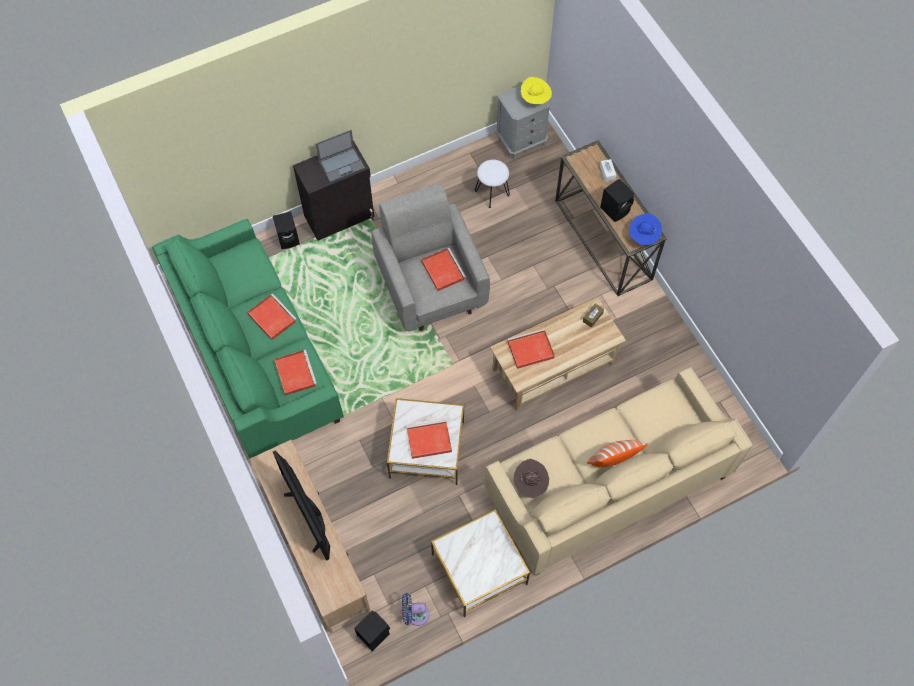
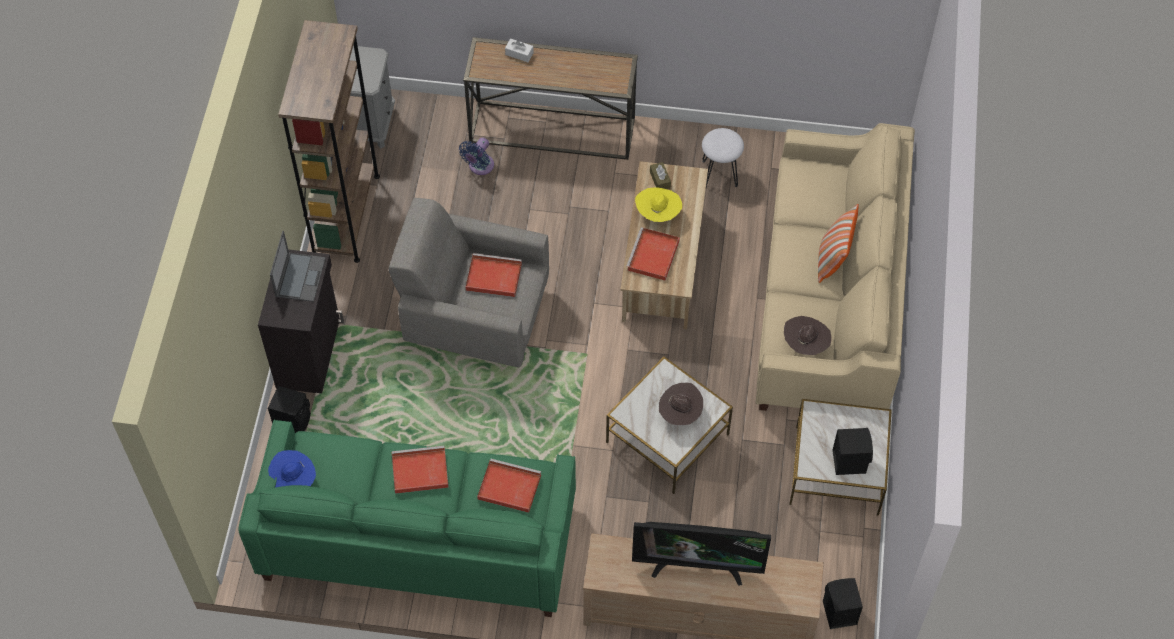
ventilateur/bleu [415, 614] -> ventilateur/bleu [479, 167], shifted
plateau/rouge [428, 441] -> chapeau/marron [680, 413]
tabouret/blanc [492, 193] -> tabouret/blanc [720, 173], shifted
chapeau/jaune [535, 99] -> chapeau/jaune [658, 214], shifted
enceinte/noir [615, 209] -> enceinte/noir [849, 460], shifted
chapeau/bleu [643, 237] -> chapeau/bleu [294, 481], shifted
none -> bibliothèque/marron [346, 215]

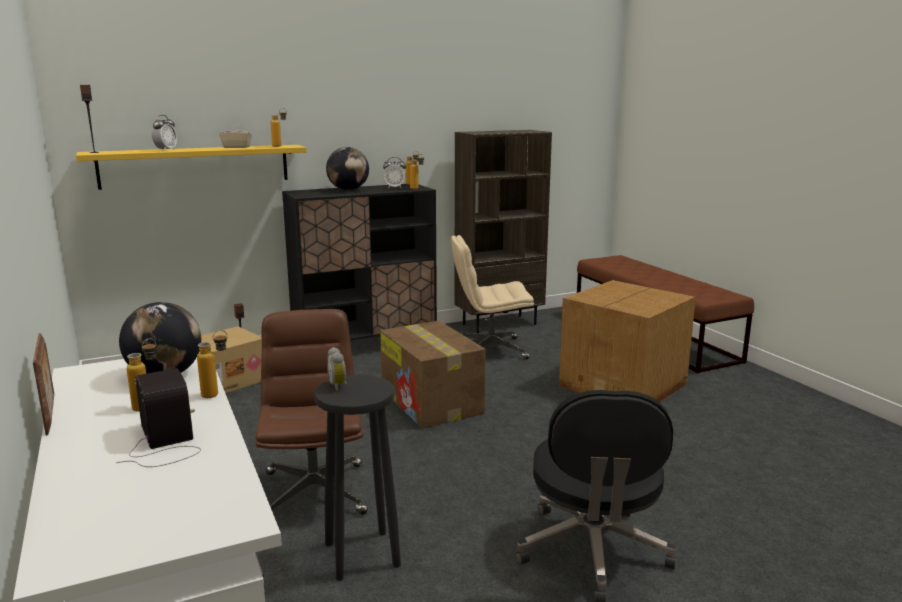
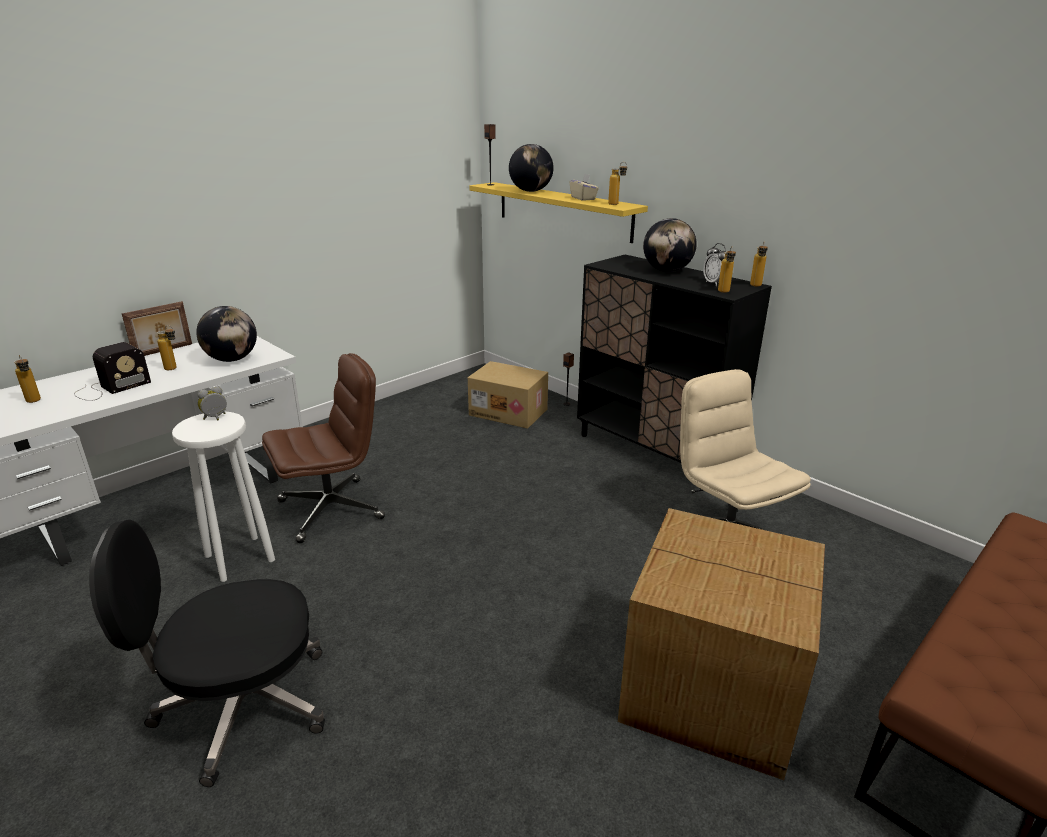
réveil [166, 150] -> globe [530, 191]
bouteille [217, 394] -> bouteille [35, 402], shifted
tabouret/noir [362, 555] -> tabouret/blanc [238, 558]
carton [432, 402] -> none
bibliothèque/marron [499, 324] -> none

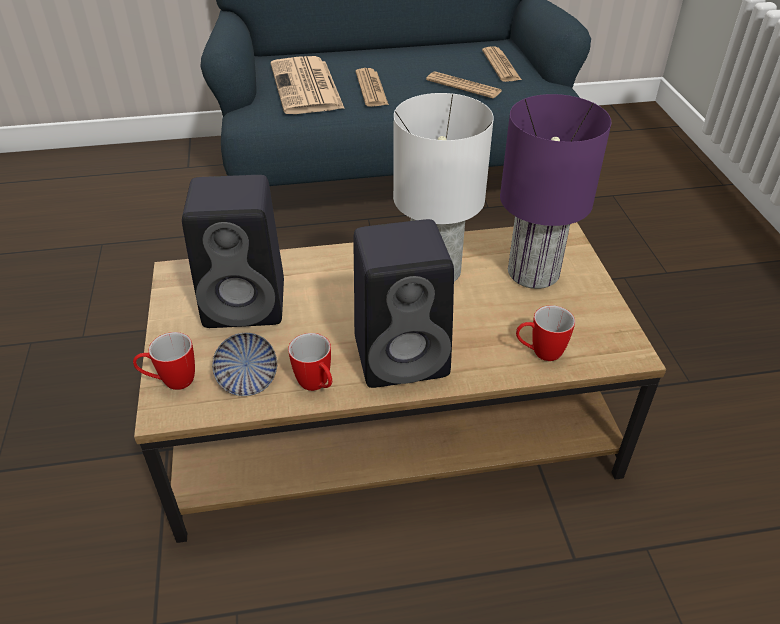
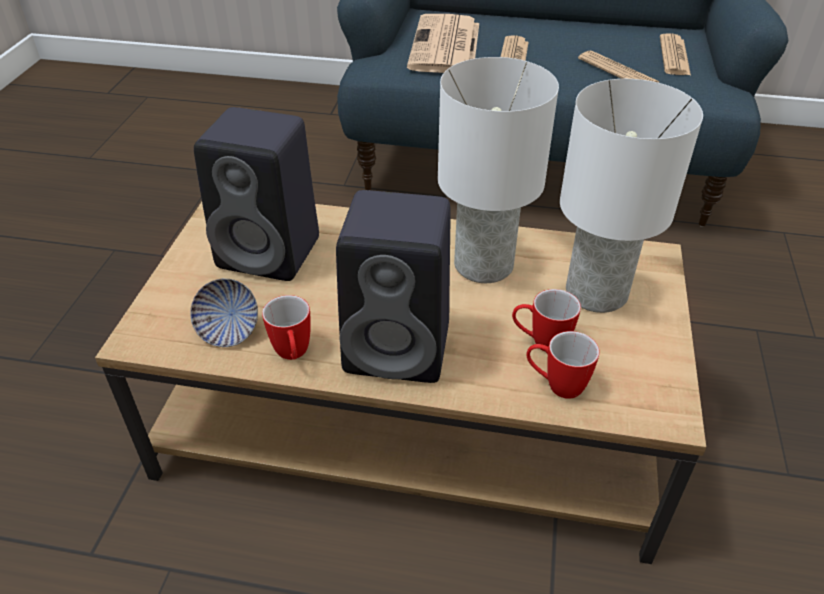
mug [171, 382] -> mug [540, 342], shifted
lampe de table/violet [531, 272] -> lampe de table/blanc [594, 292]

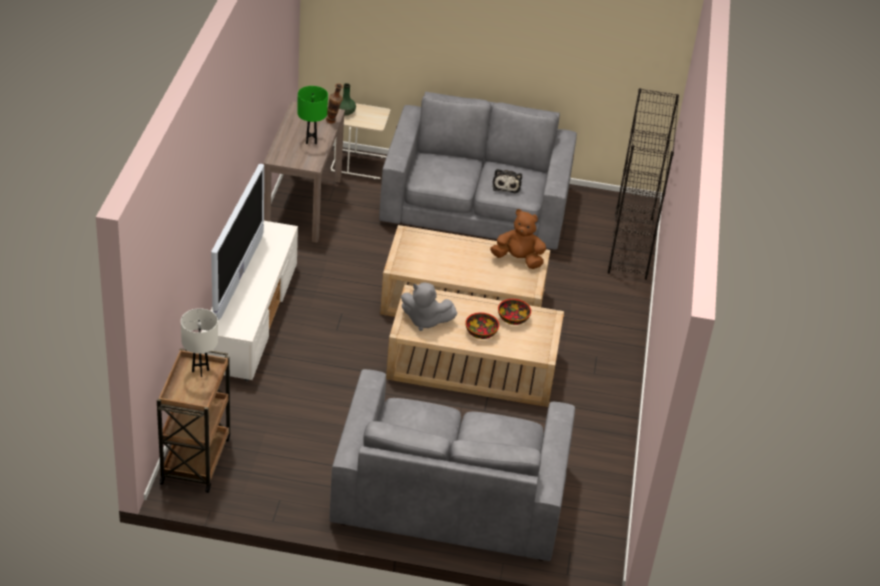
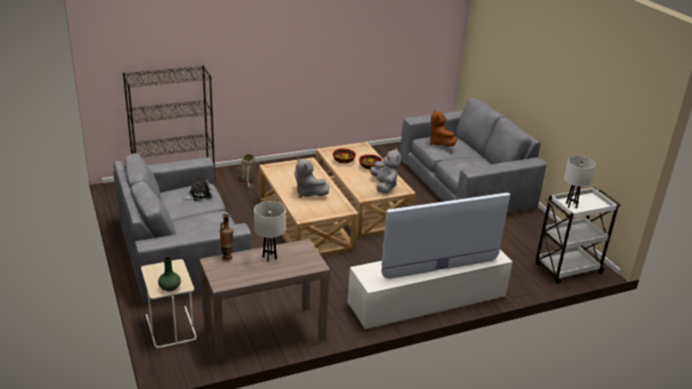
chariot/marron [196, 459] -> chariot/blanc [567, 269]
lampe de table/vert [311, 141] -> lampe de table/blanc [269, 257]
peluche/marron [518, 260] -> peluche/marron [440, 143], shifted
none -> panier [248, 179]
none -> peluche/gris [308, 193]

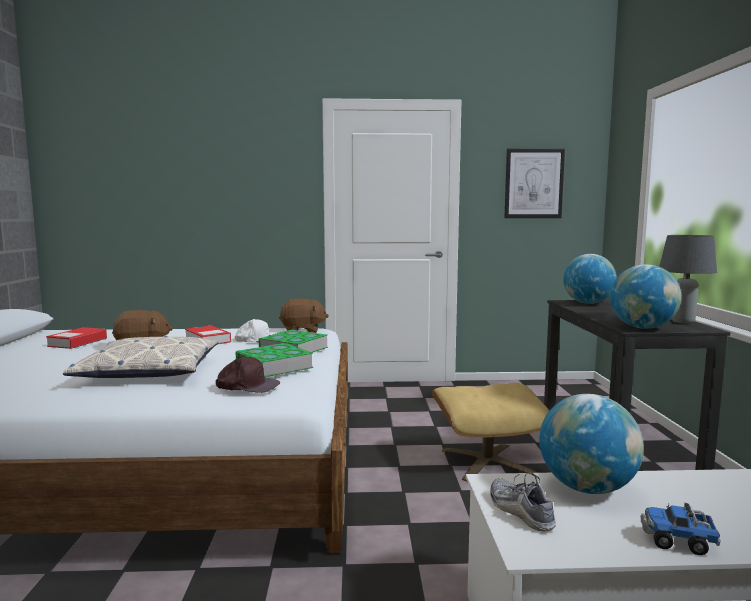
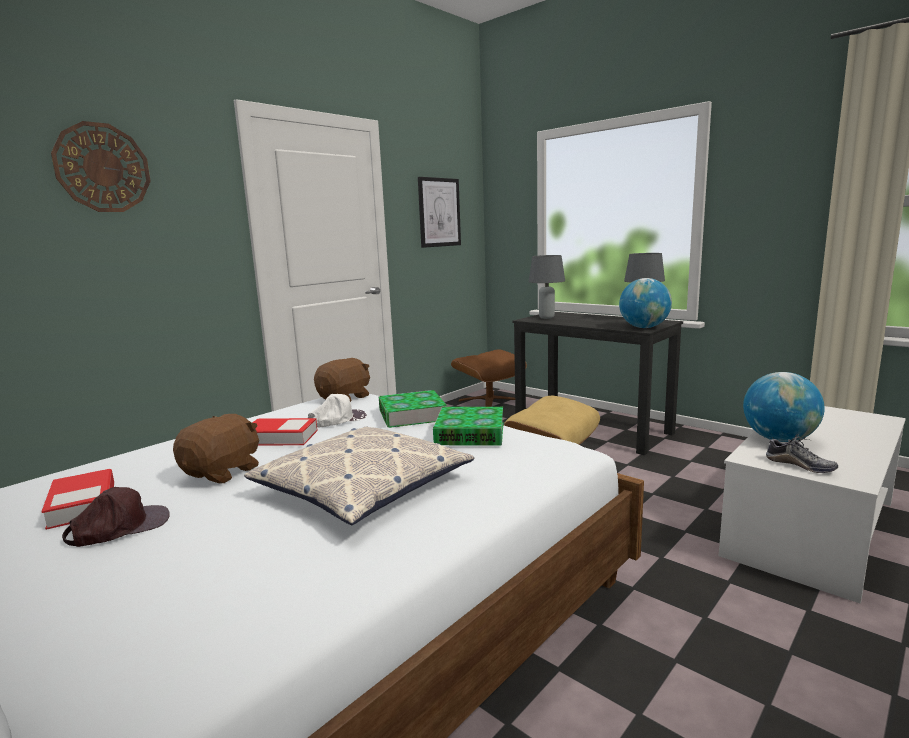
casquette/marron [247, 385] -> casquette/marron [119, 527], shifted
chaussure [520, 511] -> chaussure [800, 465], 150 degrees counterclockwise
globe [587, 303] -> lampe de table/gris [546, 318]
camion jouet [678, 542] -> none
none -> horloge murale [102, 168]
none -> pouf/marron [489, 400]

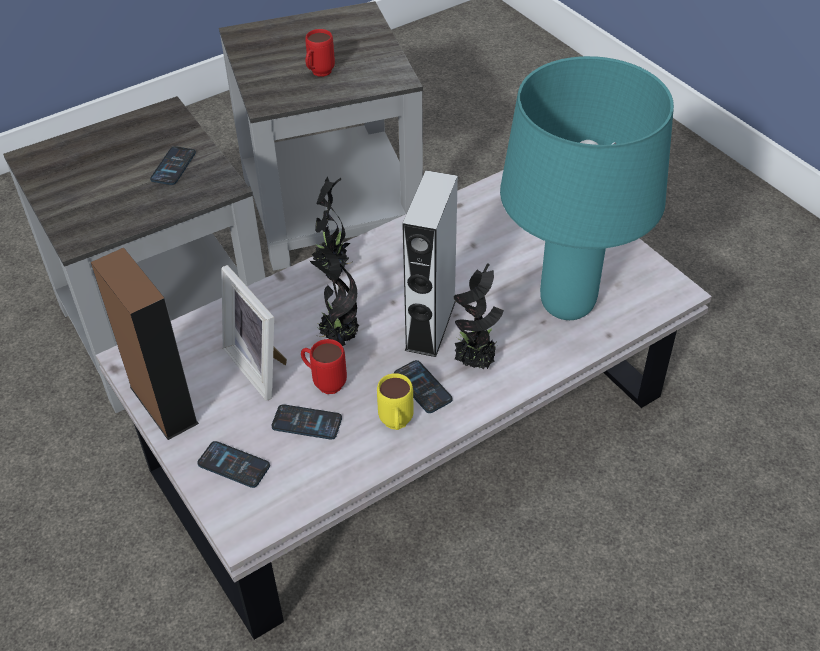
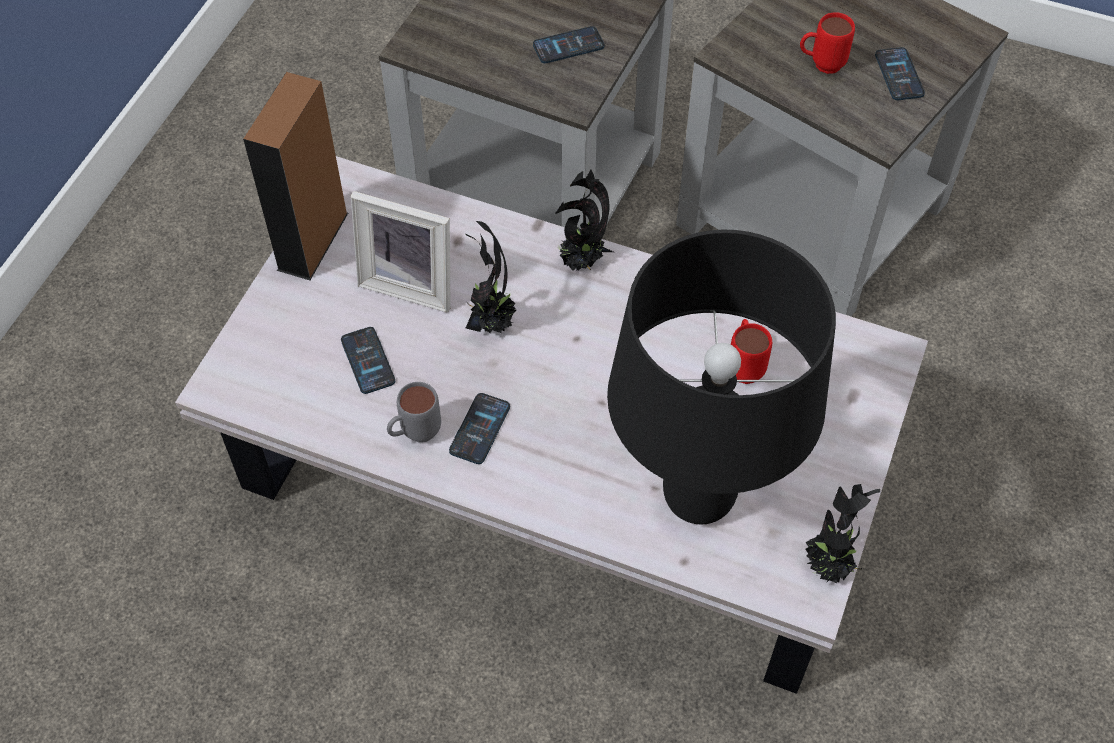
téléphone [234, 465] -> téléphone [899, 75], shifted
cadre photo [261, 365] -> cadre photo [411, 283], 90 degrees counterclockwise
mug/rouge [324, 382] -> mug/rouge [744, 365], shifted
mug/jaune [396, 426] -> mug/gris [414, 435]
enceinte/gris [430, 325] -> none
plante en pot [476, 363] -> plante en pot [829, 567], shifted
lampe de table/turquoise [567, 304] -> lampe de table/noir [700, 498]

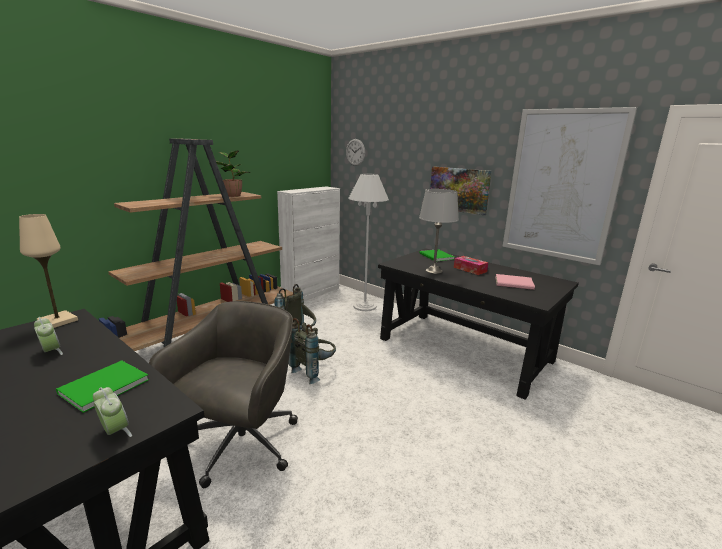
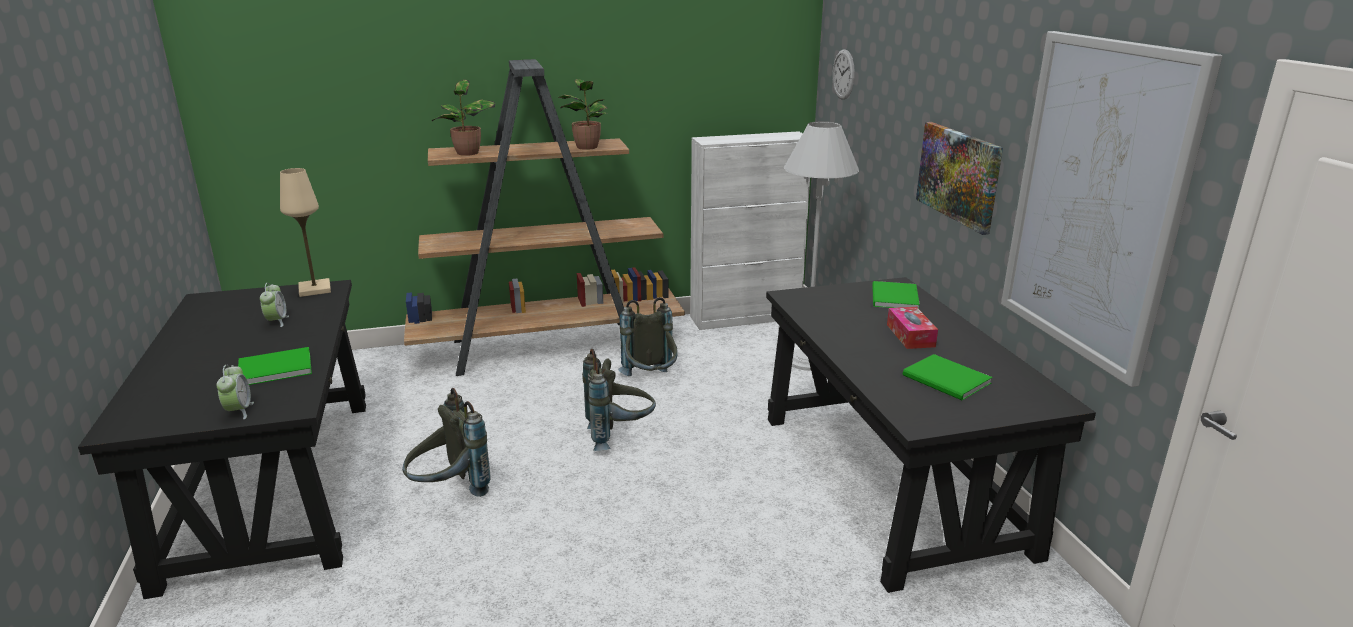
chaise de bureau/gris [240, 446] -> sac à dos/gris [449, 492]
lampe de table/gris [433, 271] -> none
livre/rose [515, 283] -> livre/vert [947, 381]
none -> plante en pot [467, 153]

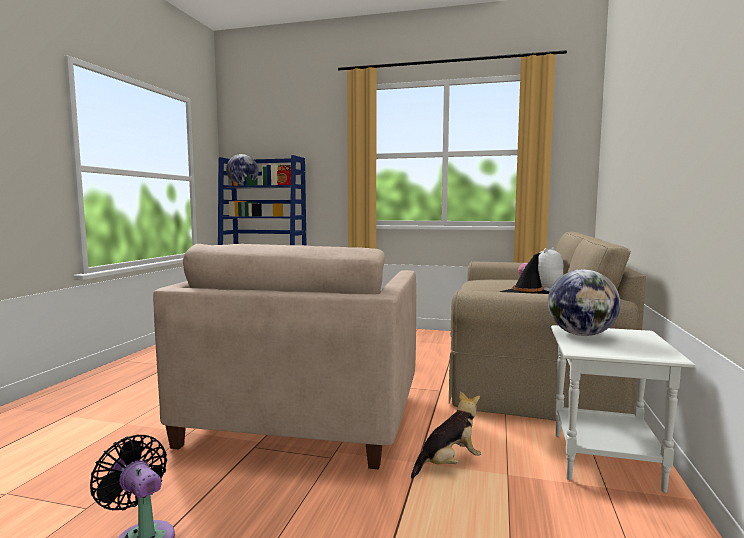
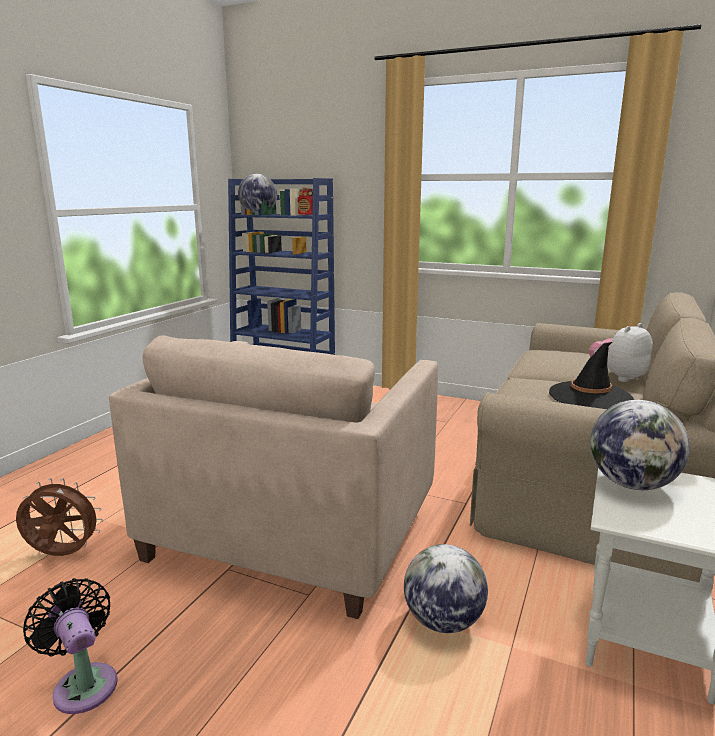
peluche [448, 464] -> globe [443, 621]
none -> ventilateur/marron [62, 555]

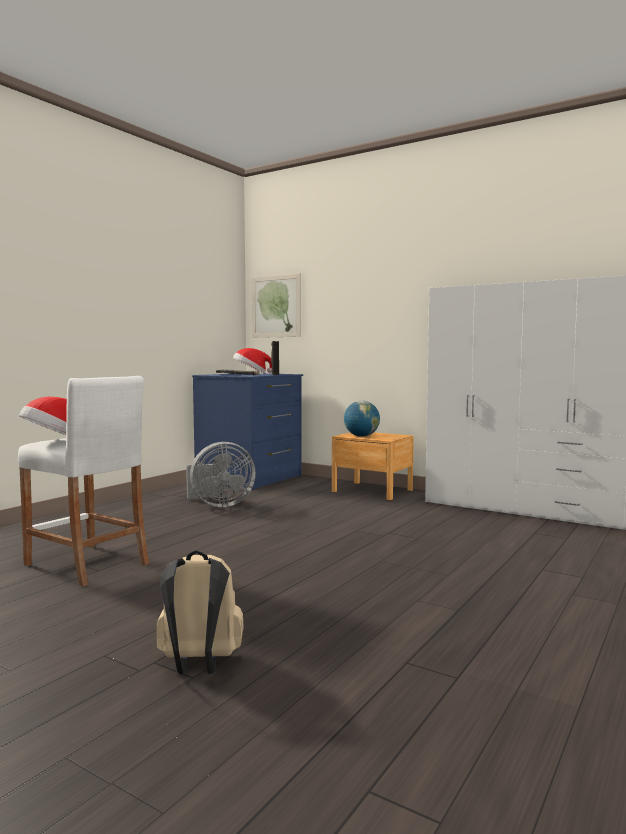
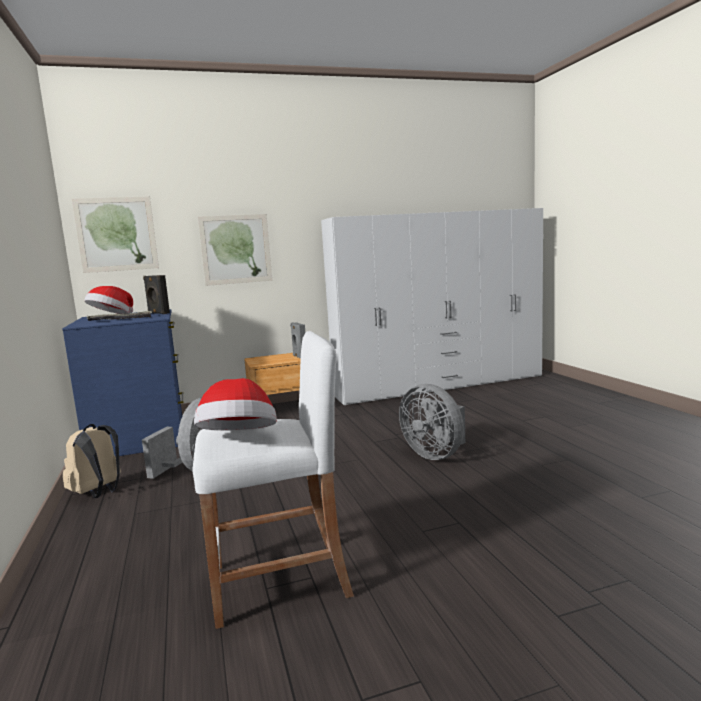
sac à dos/beige [199, 665] -> sac à dos/beige [98, 492], shifted
globe [361, 436] -> none
none -> tableau [236, 249]
none -> enceinte/gris [299, 357]
none -> ventilateur/gris [435, 454]

